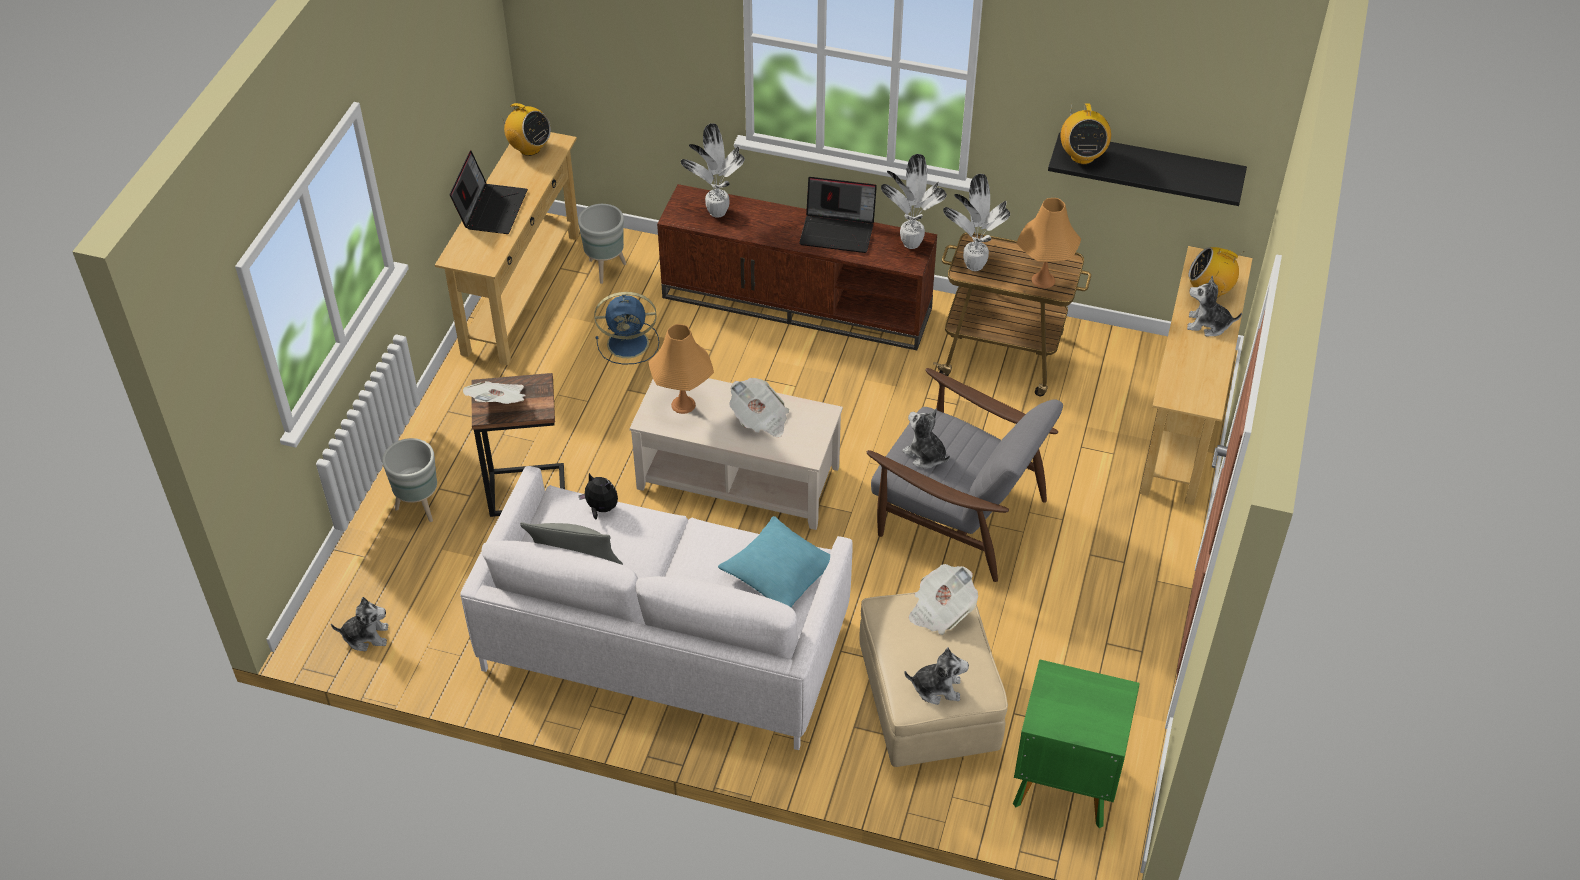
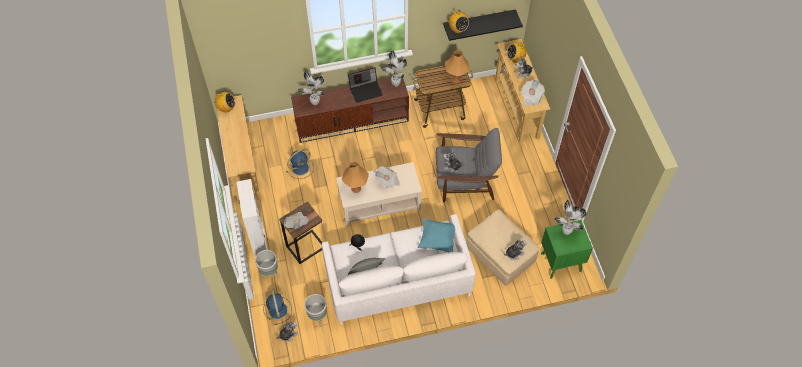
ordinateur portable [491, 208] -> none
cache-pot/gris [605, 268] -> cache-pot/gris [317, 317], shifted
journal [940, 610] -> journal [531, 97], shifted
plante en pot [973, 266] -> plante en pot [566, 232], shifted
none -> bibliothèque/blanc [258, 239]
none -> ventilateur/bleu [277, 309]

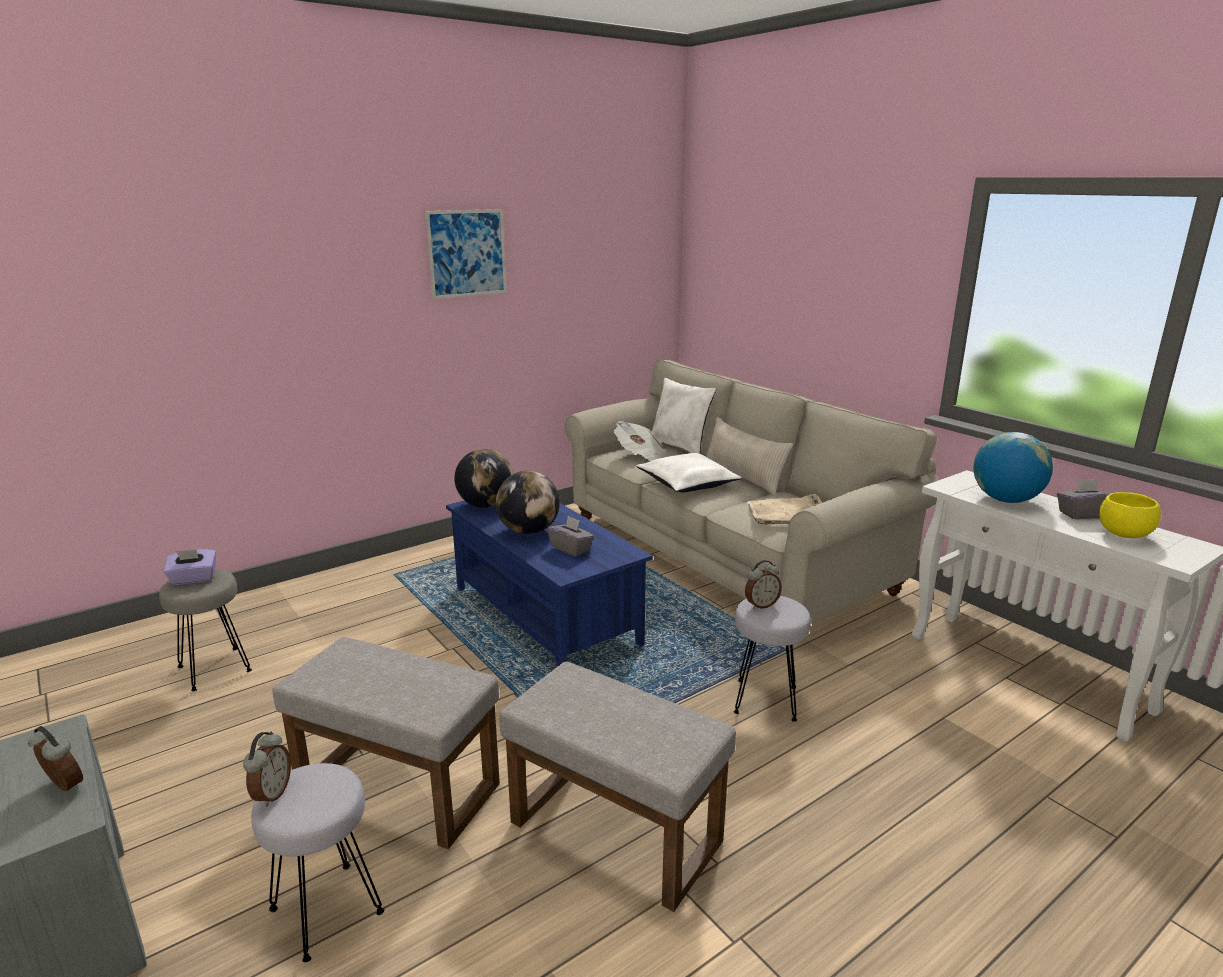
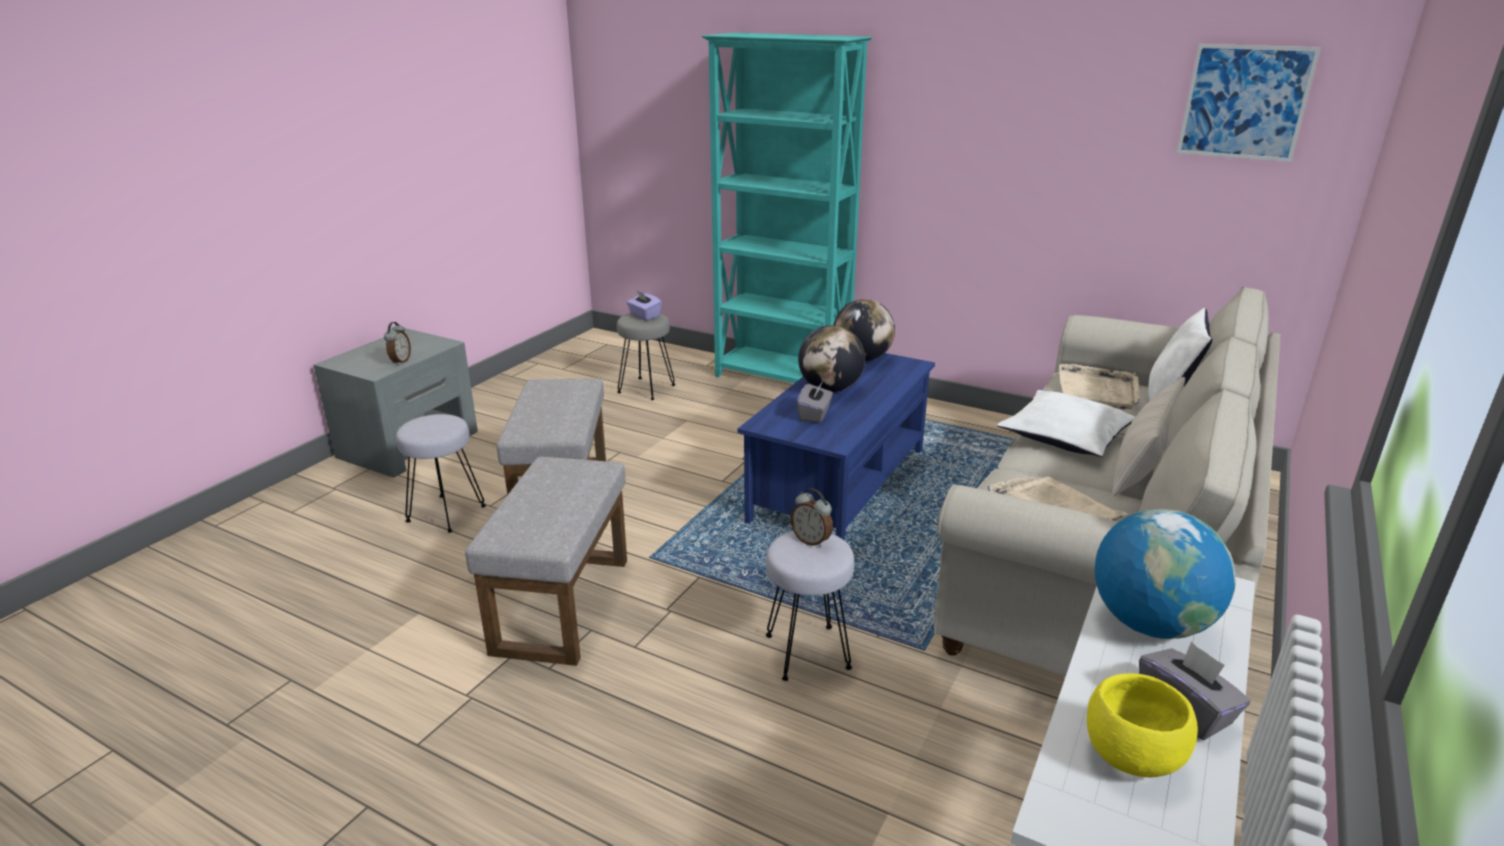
réveil [271, 794] -> none
tableau [467, 253] -> tableau [1245, 102], shifted
journal [640, 455] -> plateau/beige [1098, 391]
none -> bibliothèque/turquoise [782, 380]

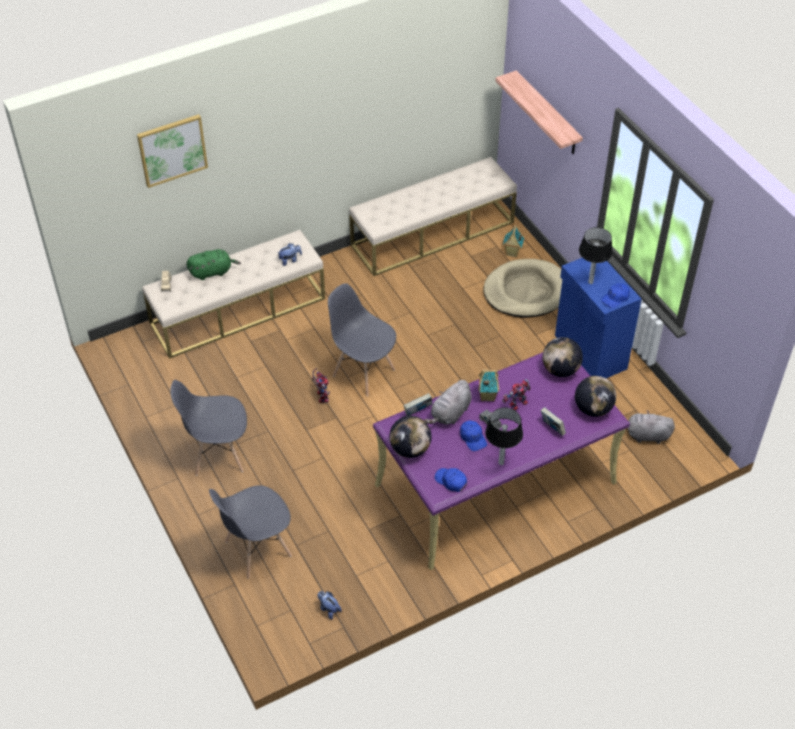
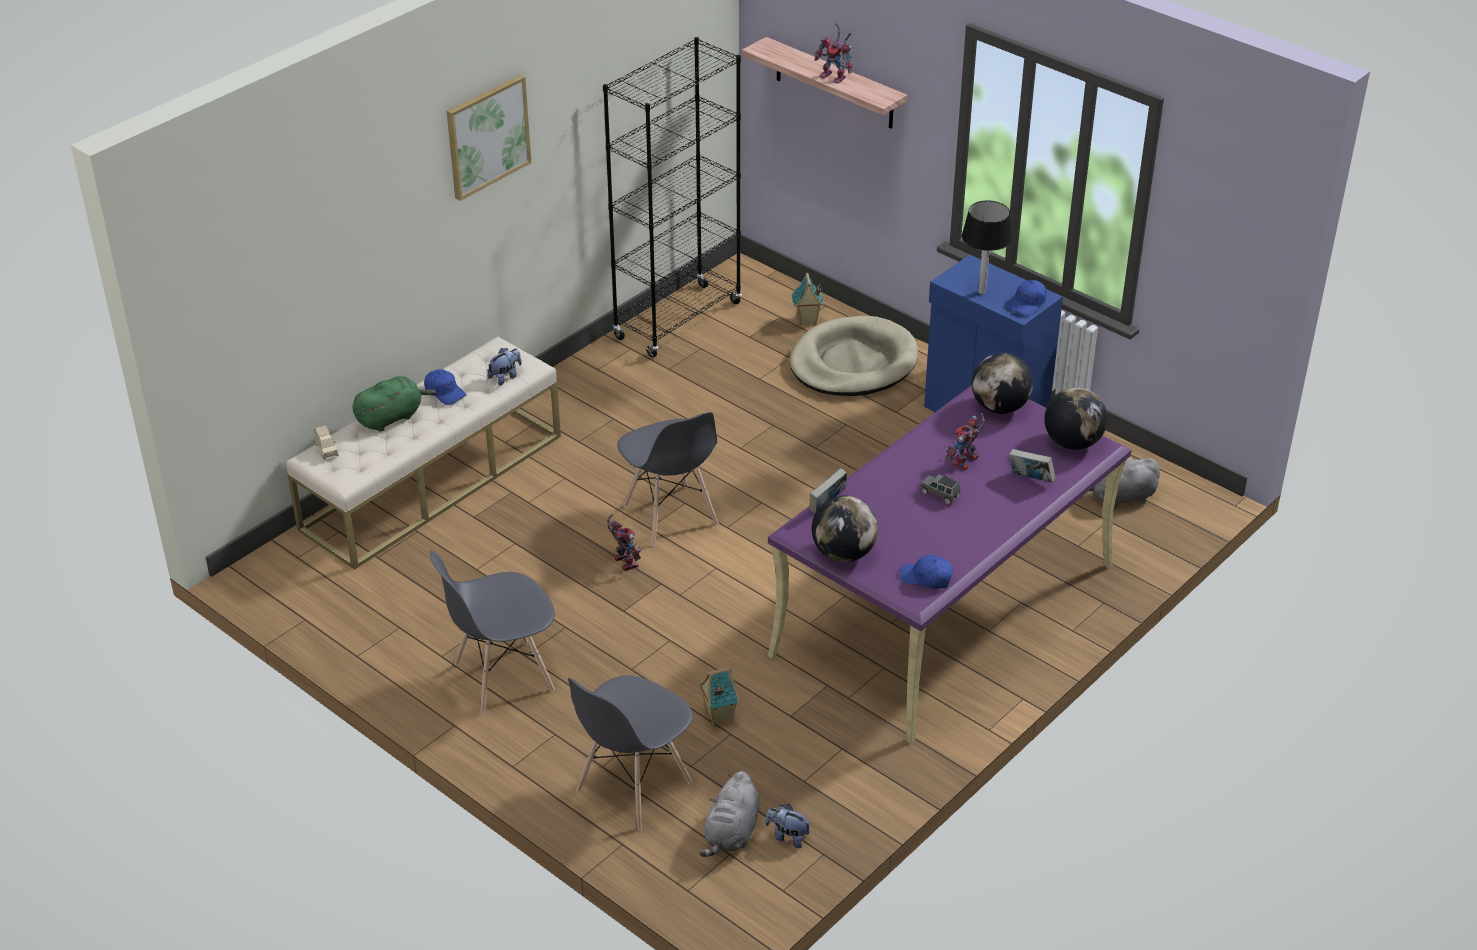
tableau [172, 150] -> tableau [487, 136], shifted
chaise/gris [363, 372] -> chaise/gris [670, 516], 135 degrees counterclockwise
banc/beige [433, 233] -> bibliothèque/noir [678, 320]
peluche/gris [450, 414] -> peluche/gris [731, 833], shifted
casquette/bleu [473, 438] -> casquette/bleu [445, 392], shifted
maison miniature [487, 396] -> maison miniature [718, 715], shifted
lampe de table [501, 462] -> none
none -> robot jouet [835, 77]

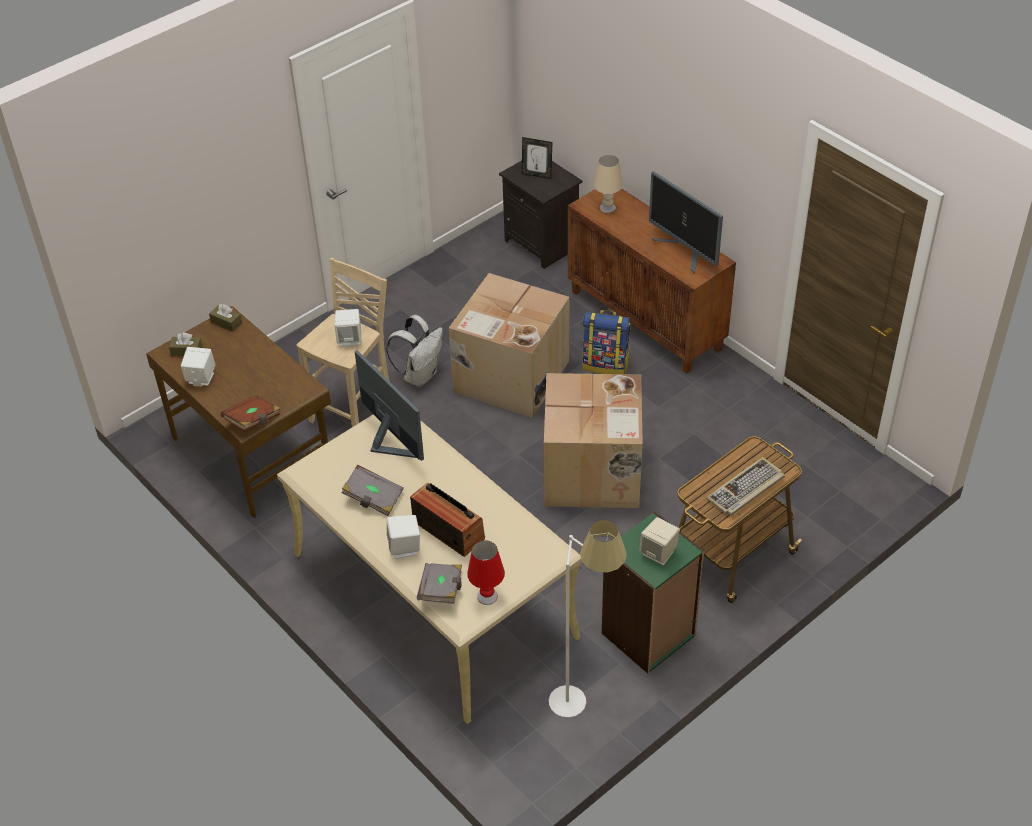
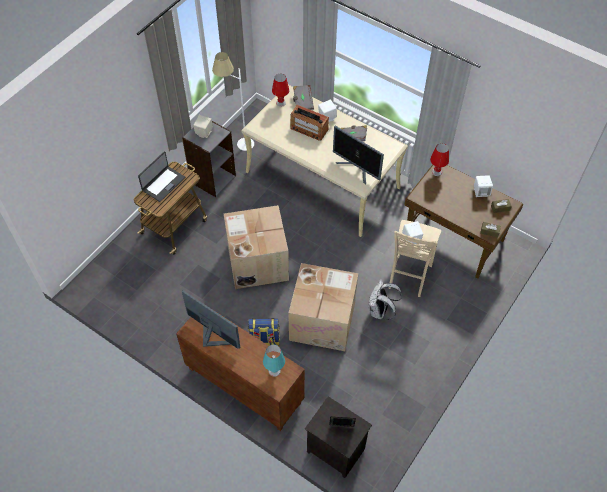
livre/marron [253, 421] -> lampe de table/rouge [436, 172]
lampe de table/beige [607, 207] -> lampe de table/turquoise [274, 371]
bibliothèque/vert [649, 635] -> bibliothèque/gris [212, 178]
clavier [746, 489] -> ordinateur portable [163, 184]

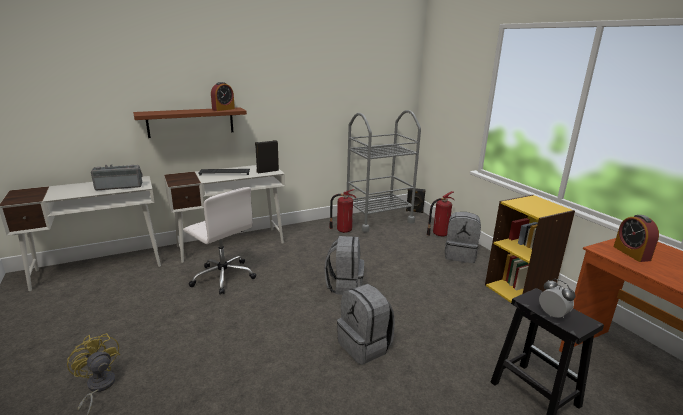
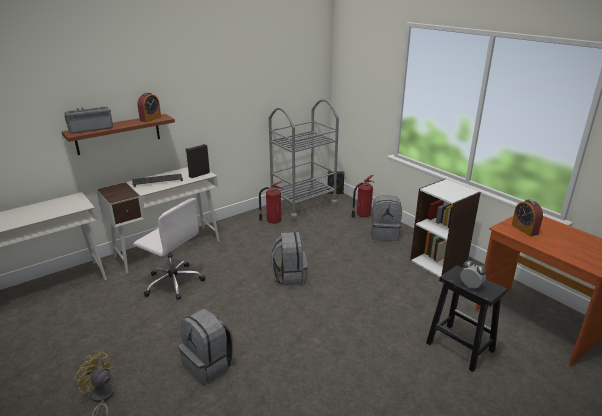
radio [119, 186] -> radio [91, 129], shifted
sac à dos/gris [365, 346] -> sac à dos/gris [209, 365], shifted
bibliothèque/jaune [518, 291] -> bibliothèque/blanc [438, 262]

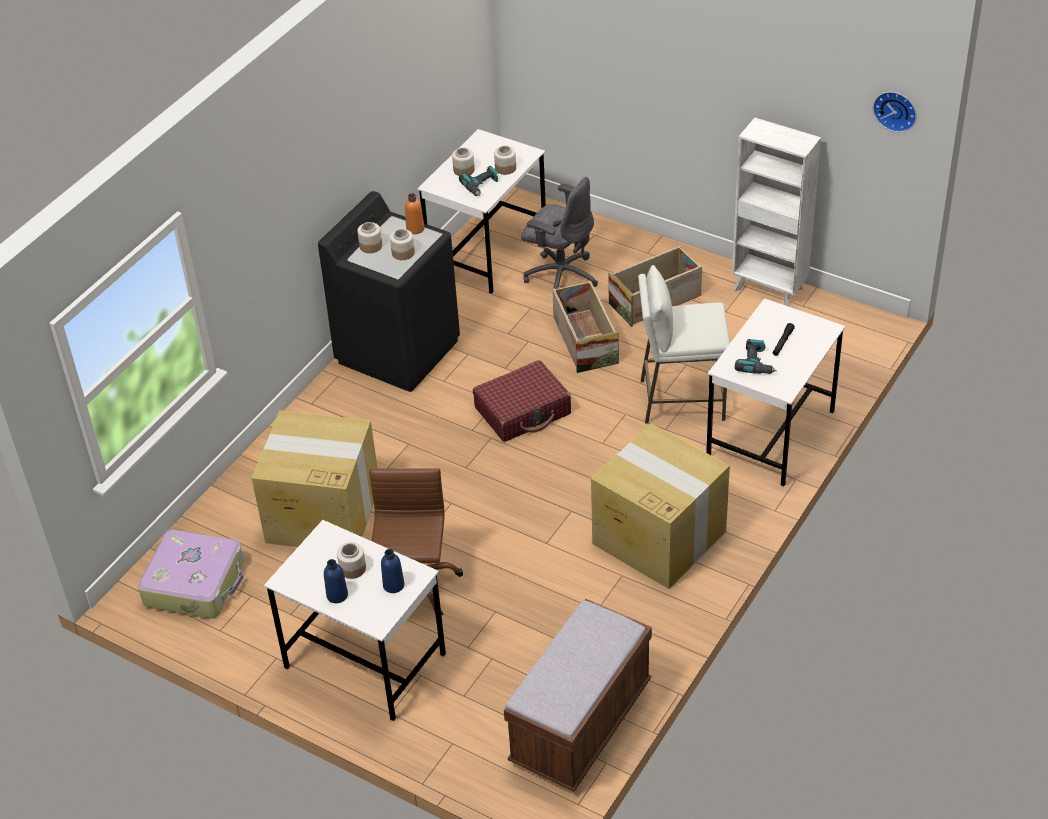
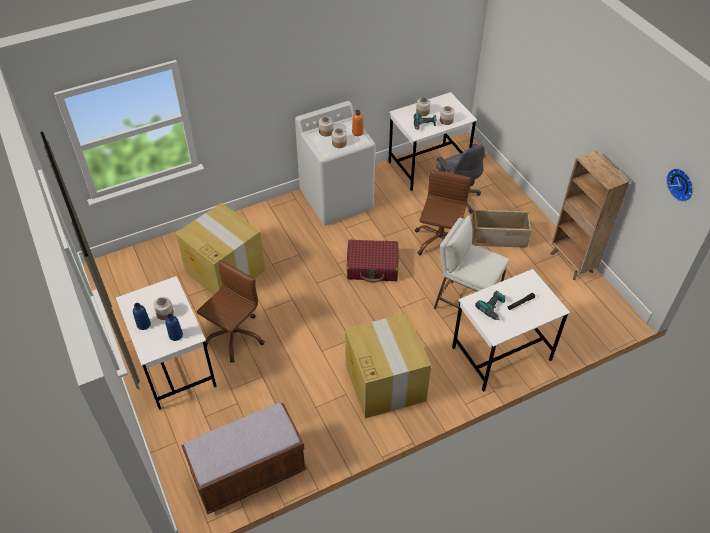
valise [196, 583] -> none
lave-linge/noir [398, 351] -> lave-linge/blanc [337, 199]
caisse [584, 340] -> chaise de bureau/marron [439, 241]
bibliothèque/blanc [769, 289] -> bibliothèque/marron [571, 263]

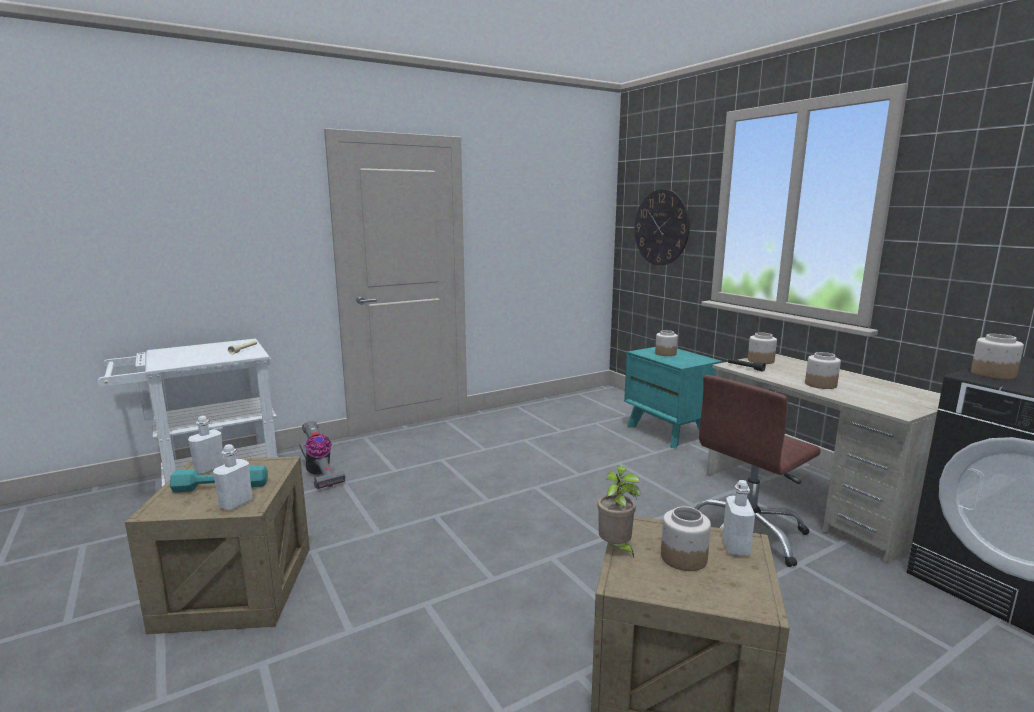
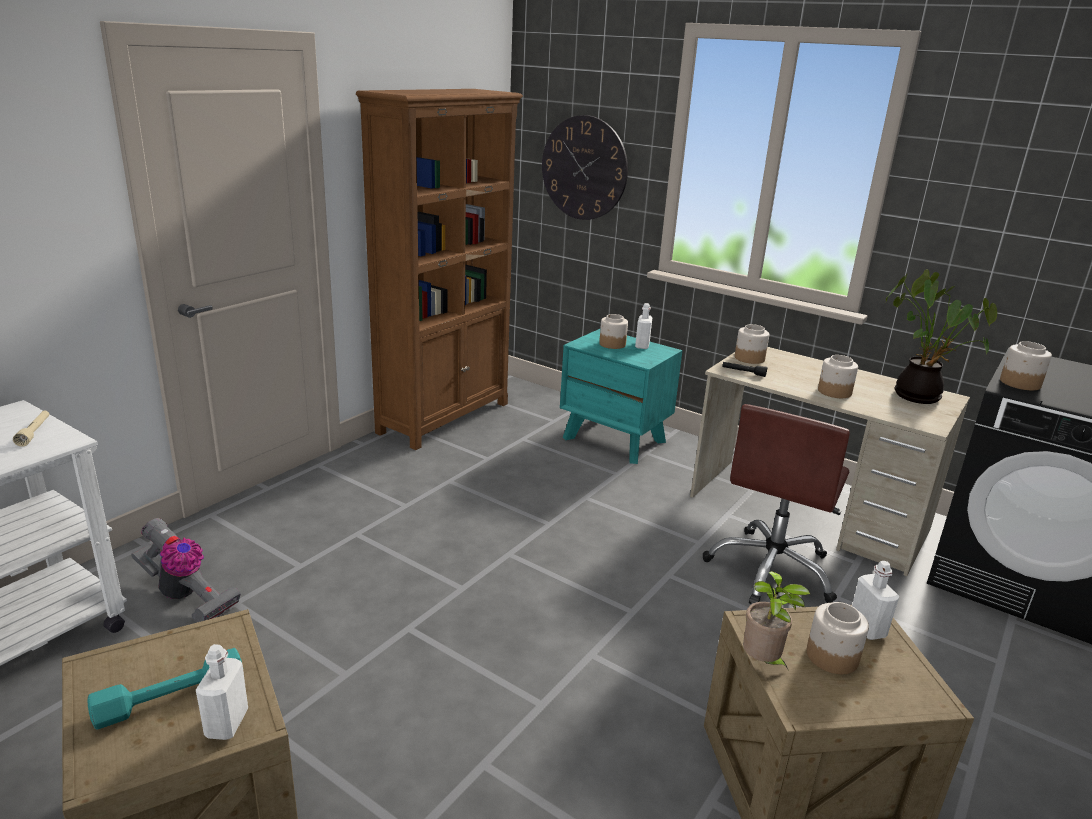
bouteille/blanc [209, 468] -> bouteille/blanc [642, 345], shifted
none -> bibliothèque/marron [445, 417]
none -> plante en pot [919, 395]

